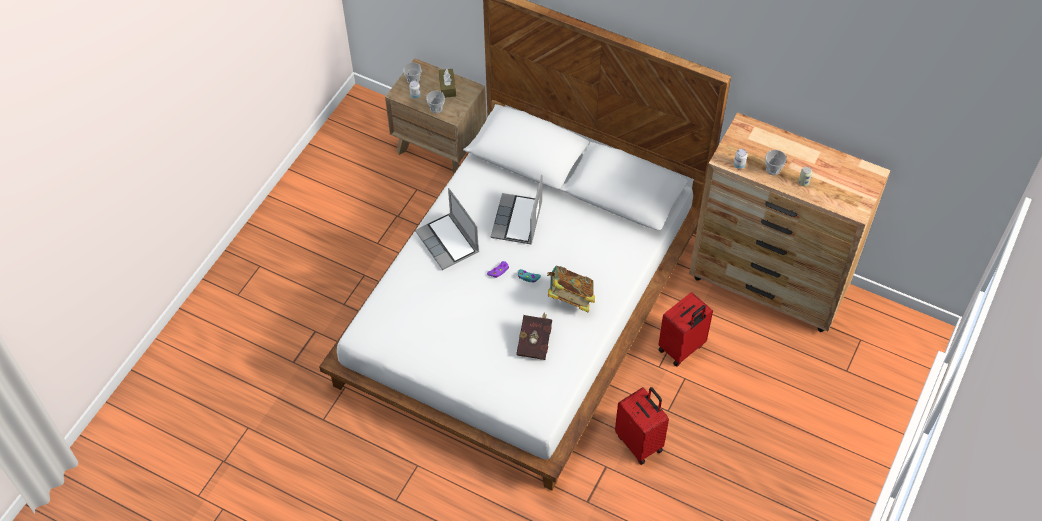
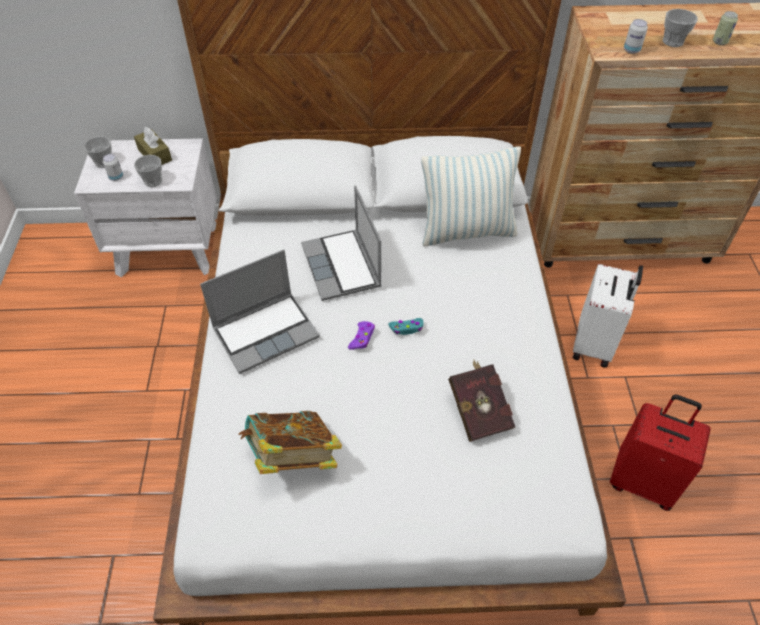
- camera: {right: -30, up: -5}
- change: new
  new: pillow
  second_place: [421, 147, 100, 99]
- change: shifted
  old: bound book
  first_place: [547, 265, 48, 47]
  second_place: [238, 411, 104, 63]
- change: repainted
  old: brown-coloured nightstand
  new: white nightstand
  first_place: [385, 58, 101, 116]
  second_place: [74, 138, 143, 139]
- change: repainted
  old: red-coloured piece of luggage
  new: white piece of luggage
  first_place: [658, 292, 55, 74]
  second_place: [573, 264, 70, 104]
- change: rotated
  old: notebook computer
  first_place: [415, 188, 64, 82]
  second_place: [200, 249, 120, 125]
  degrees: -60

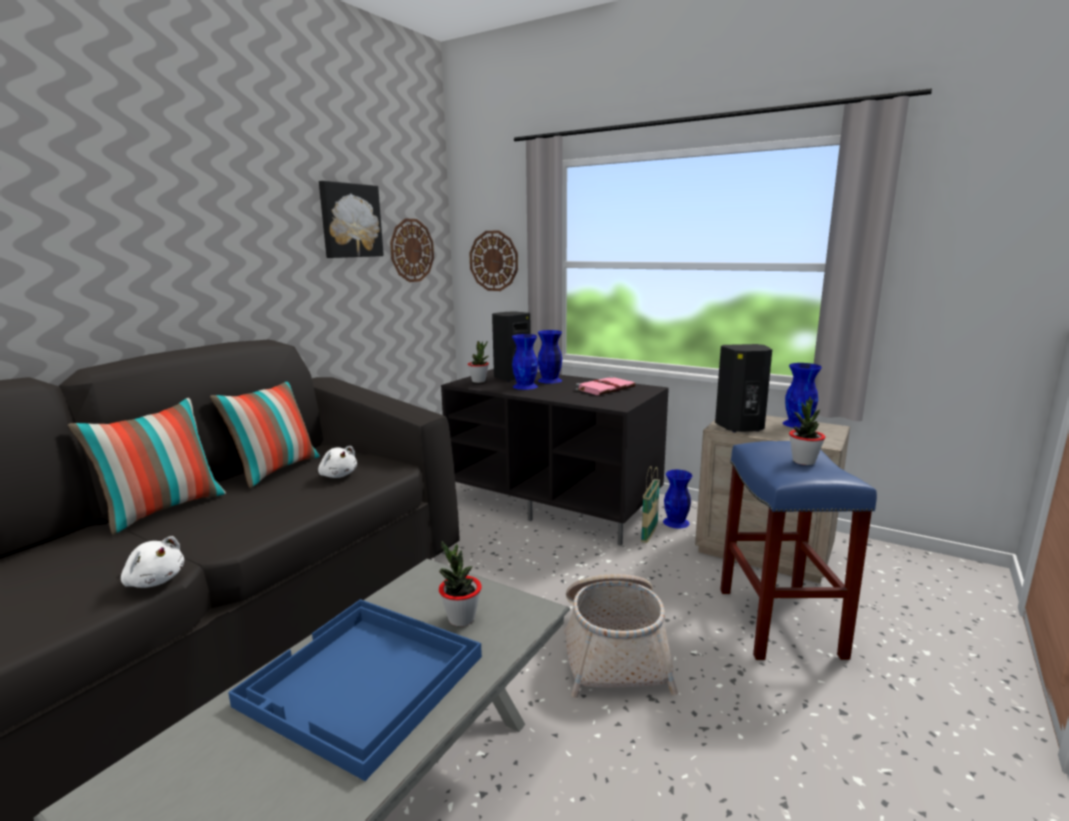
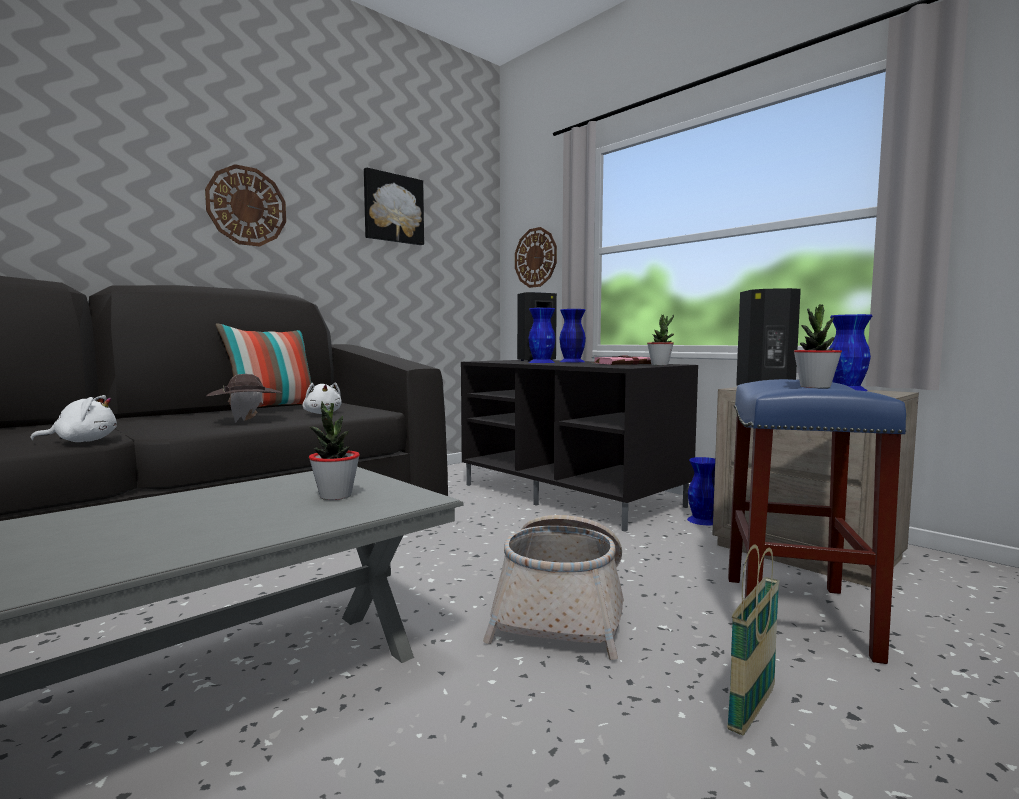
- camera: {right: 15, up: -10}
- change: gone
  old: pillow
  first_place: [68, 398, 158, 137]
- change: gone
  old: bluish tray
  first_place: [228, 599, 254, 182]
- change: new
  new: brown-coloured hat
  second_place: [207, 374, 75, 49]
- change: shifted
  old: clock on the wall
  first_place: [390, 219, 44, 63]
  second_place: [205, 164, 81, 83]
- change: shifted
  old: plant in a pot
  first_place: [468, 341, 21, 42]
  second_place: [647, 314, 27, 52]
- change: shifted
  old: household basket
  first_place: [641, 466, 19, 77]
  second_place: [727, 544, 52, 192]
- change: rotated
  old: white cuddly toy
  first_place: [121, 536, 63, 52]
  second_place: [30, 395, 87, 47]
  degrees: -60

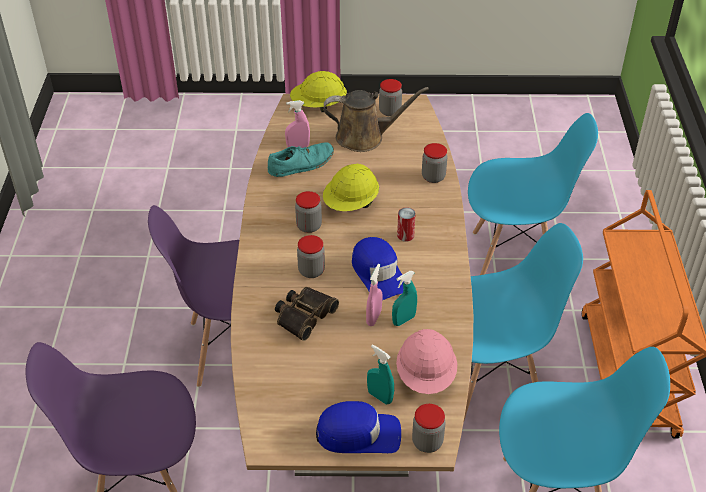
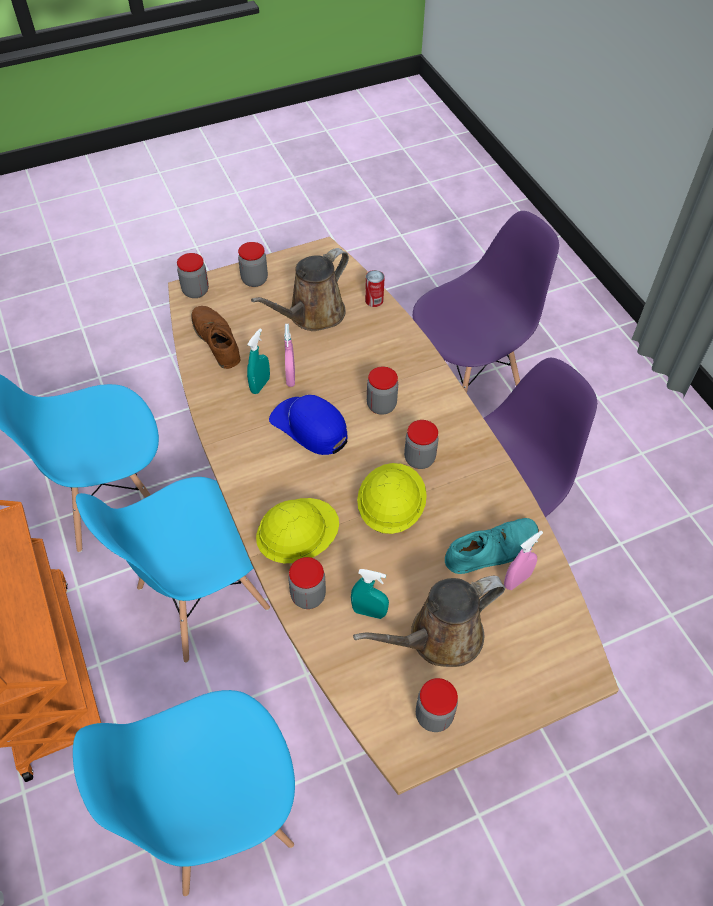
- camera: {right: 155, up: 10}
- change: gone
  old: pair of binoculars
  first_place: [275, 287, 64, 54]
- change: new
  new: brown-coloured watering pot
  second_place: [251, 248, 98, 83]
- change: shifted
  old: yellowish work helmet
  first_place: [290, 71, 57, 41]
  second_place: [256, 498, 83, 65]
- change: shifted
  old: turquoise-coloured hand sprayer
  first_place: [367, 345, 27, 59]
  second_place: [351, 569, 38, 50]
- change: shifted
  old: can
  first_place: [397, 207, 19, 35]
  second_place: [365, 270, 20, 37]
- change: swapped
  old: bluish peaked cap
  new: storage jar
  first_place: [316, 401, 85, 52]
  second_place: [238, 242, 30, 45]
- change: swapped
  old: pink-coloured work helmet
  new: brown-coloured item of footwear
  first_place: [396, 329, 61, 65]
  second_place: [191, 306, 49, 63]
- change: rotated
  old: turquoise-coloured item of footwear
  first_place: [268, 142, 66, 35]
  second_place: [445, 518, 94, 56]
  degrees: -150

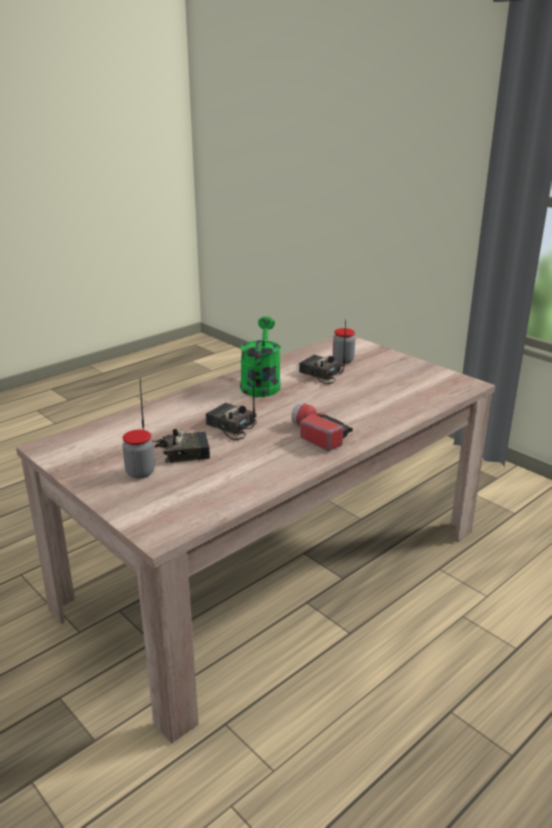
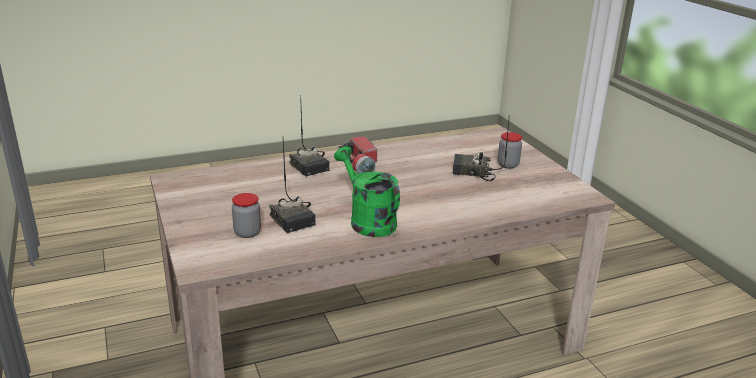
- camera: {right: -160, up: 0}
- change: shifted
  old: radio receiver
  first_place: [206, 371, 51, 70]
  second_place: [289, 95, 40, 81]
- change: rotated
  old: green-coloured watering pot
  first_place: [240, 317, 41, 80]
  second_place: [334, 146, 66, 91]
  degrees: 120

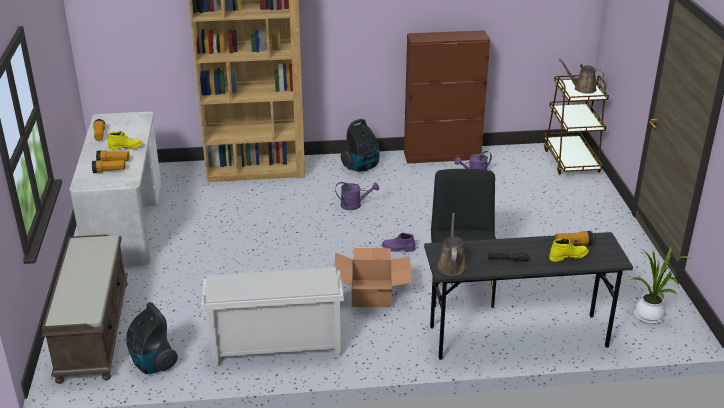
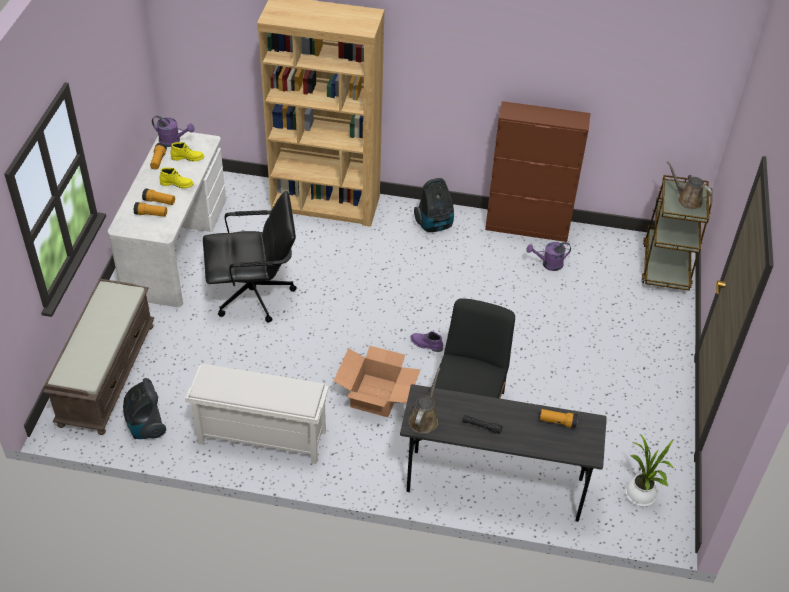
- camera: {right: 15, up: 15}
- change: new
  new: blackish office chair
  second_place: [203, 191, 94, 132]
- change: shifted
  old: purple watering pot
  first_place: [335, 182, 44, 28]
  second_place: [152, 116, 43, 31]
- change: shifted
  old: yellowish boot
  first_place: [549, 238, 40, 24]
  second_place: [170, 142, 34, 20]

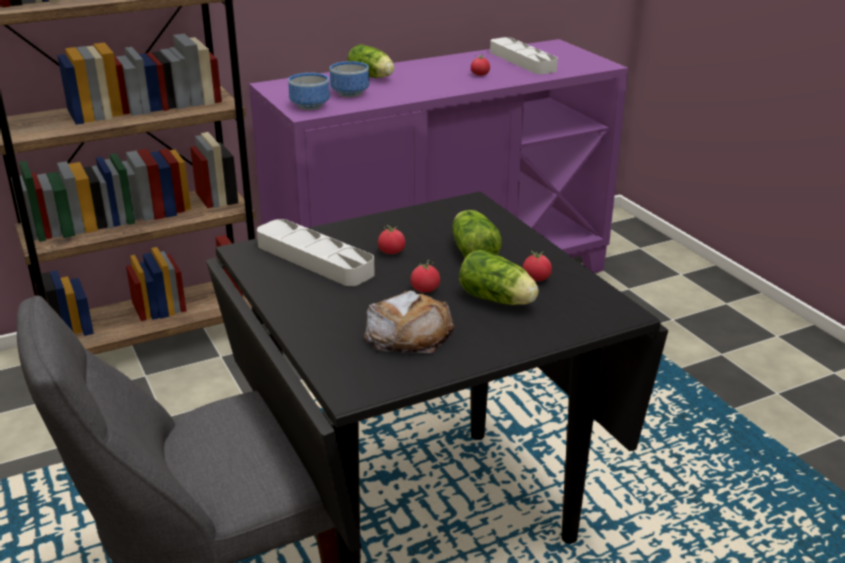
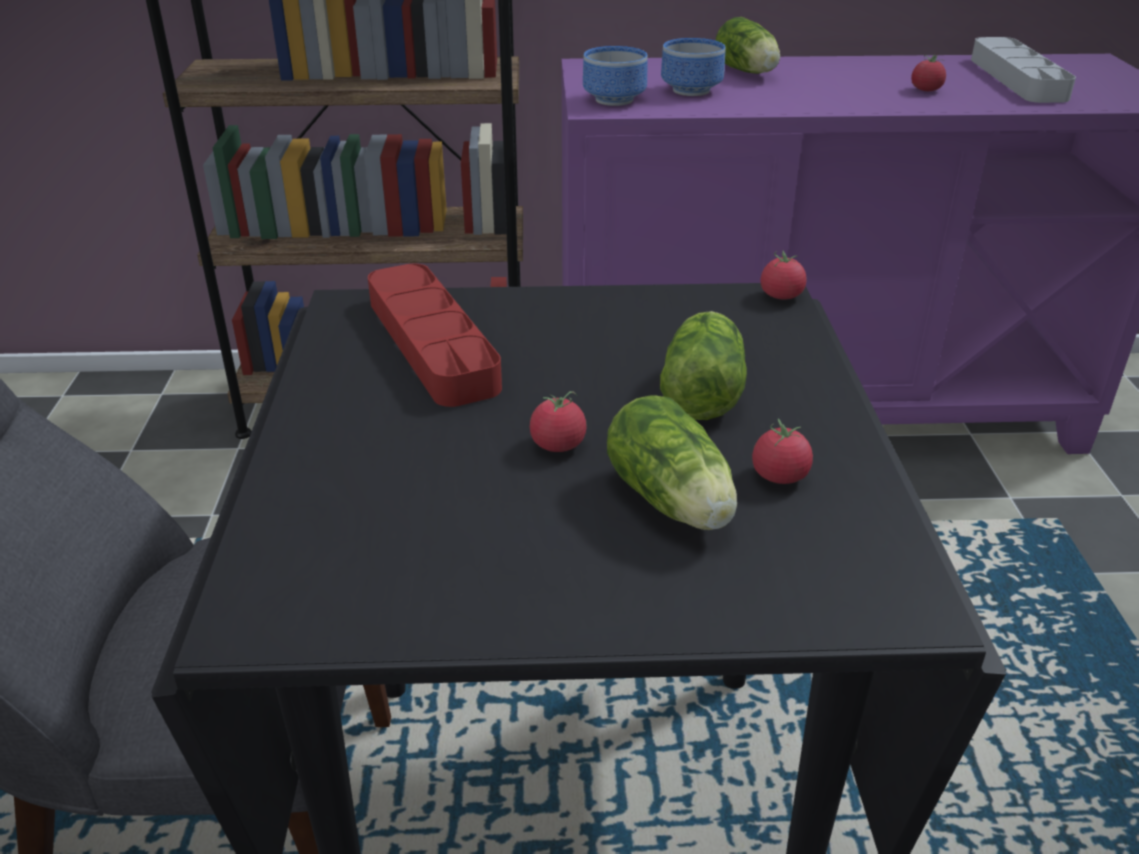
- camera: {right: 25, up: 5}
- change: gone
  old: bakery bread
  first_place: [364, 291, 91, 62]
- change: shifted
  old: tomato
  first_place: [378, 225, 27, 29]
  second_place: [761, 250, 46, 50]
- change: repainted
  old: grey tray
  new: red-coloured tray
  first_place: [257, 219, 118, 67]
  second_place: [368, 264, 134, 143]

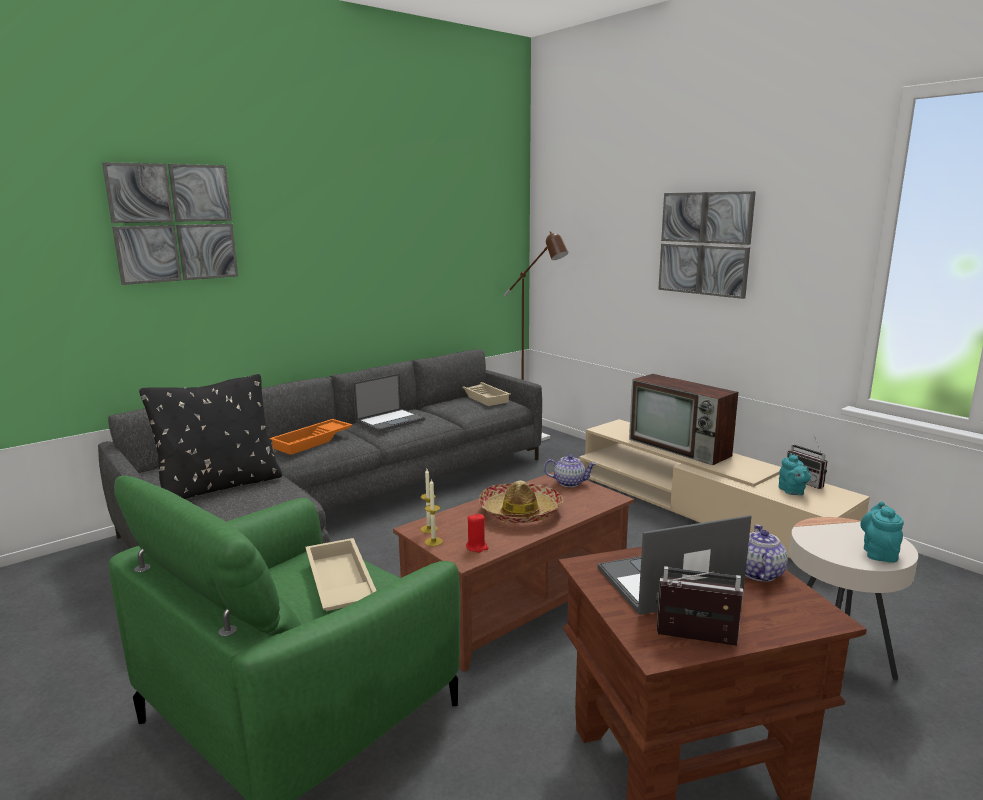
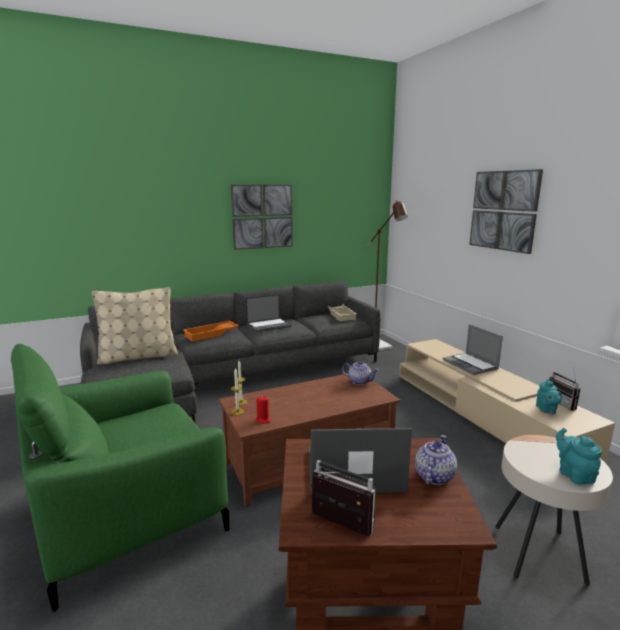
- camera: {right: 15, up: 0}
- change: gone
  old: beige tray
  first_place: [305, 538, 71, 73]
- change: gone
  old: hat
  first_place: [479, 481, 84, 42]
- change: shifted
  old: wall picture
  first_place: [102, 162, 136, 123]
  second_place: [231, 184, 62, 66]
- change: swapped
  old: television
  new: notebook computer
  first_place: [629, 374, 109, 91]
  second_place: [443, 324, 60, 51]
- change: repainted
  old: blackish pillow
  new: beige pillow
  first_place: [139, 374, 143, 125]
  second_place: [92, 287, 86, 77]
- change: rotated
  old: turquoise-coloured tea pot
  first_place: [861, 501, 43, 62]
  second_place: [556, 428, 46, 57]
  degrees: -45

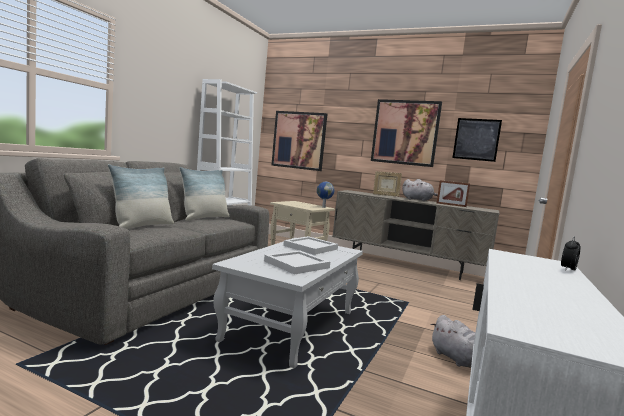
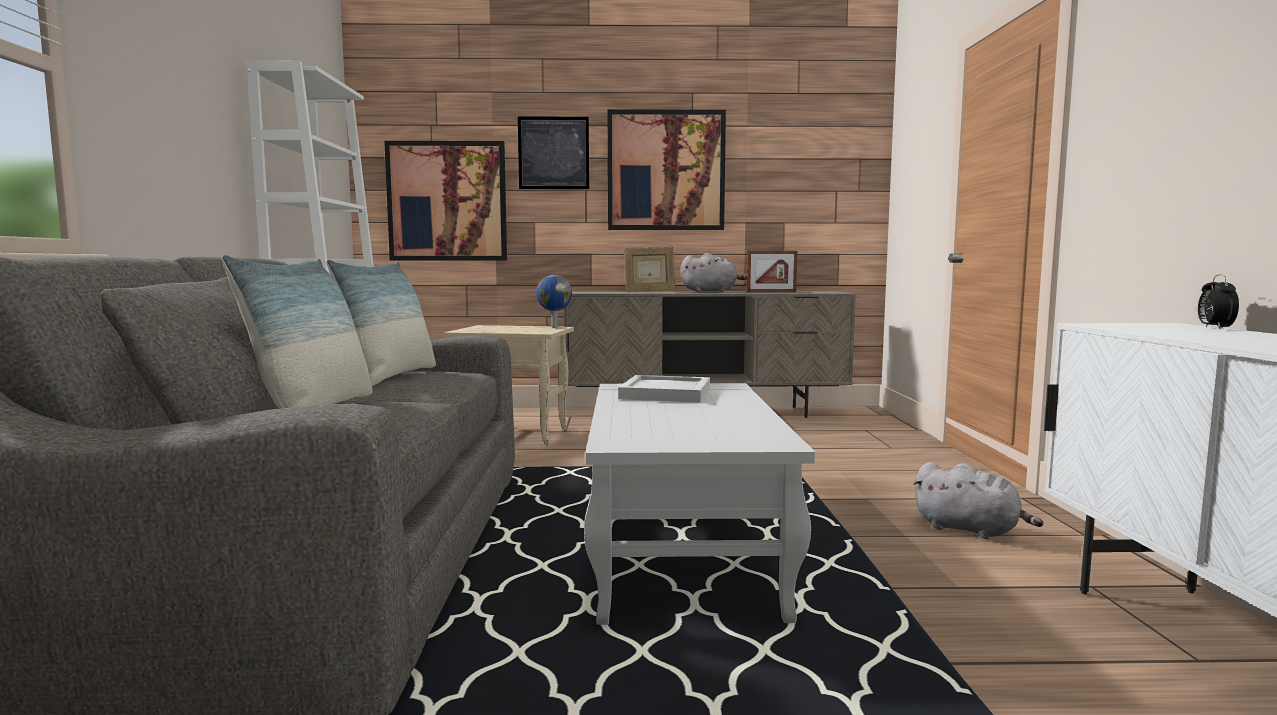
- camera: {right: -25, up: 0}
- change: gone
  old: white tray
  first_place: [264, 250, 66, 25]
- change: shifted
  old: wall picture
  first_place: [453, 118, 49, 44]
  second_place: [518, 116, 71, 73]

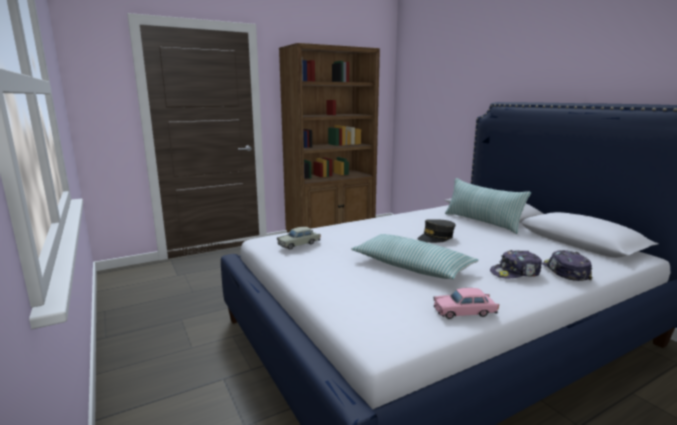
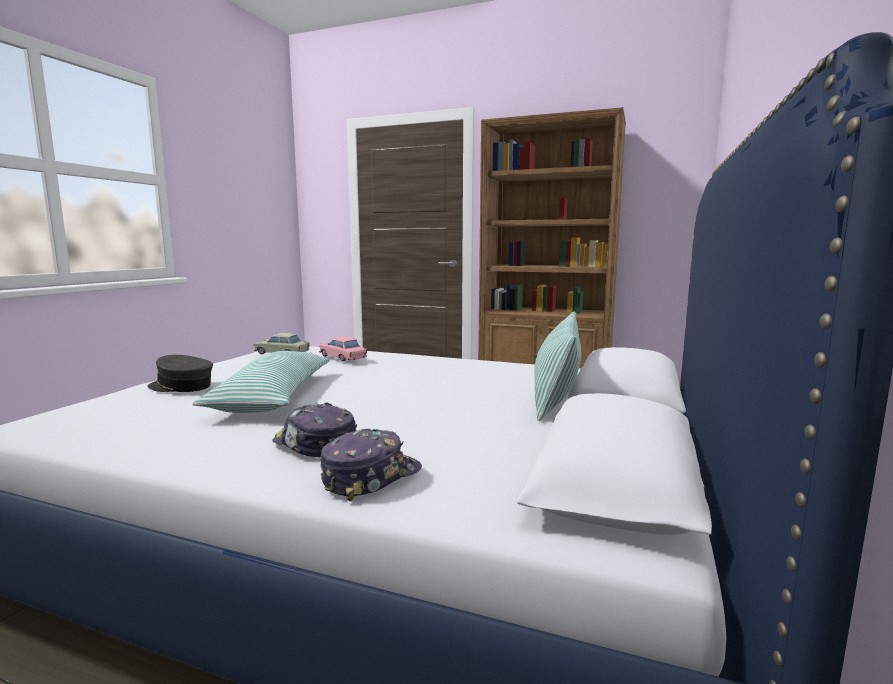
- camera: {right: 50, up: -5}
- change: shifted
  old: grey peaked cap
  first_place: [418, 219, 38, 24]
  second_place: [147, 355, 66, 37]
- change: shifted
  old: pink-coloured model car
  first_place: [433, 288, 66, 31]
  second_place: [319, 337, 48, 24]

